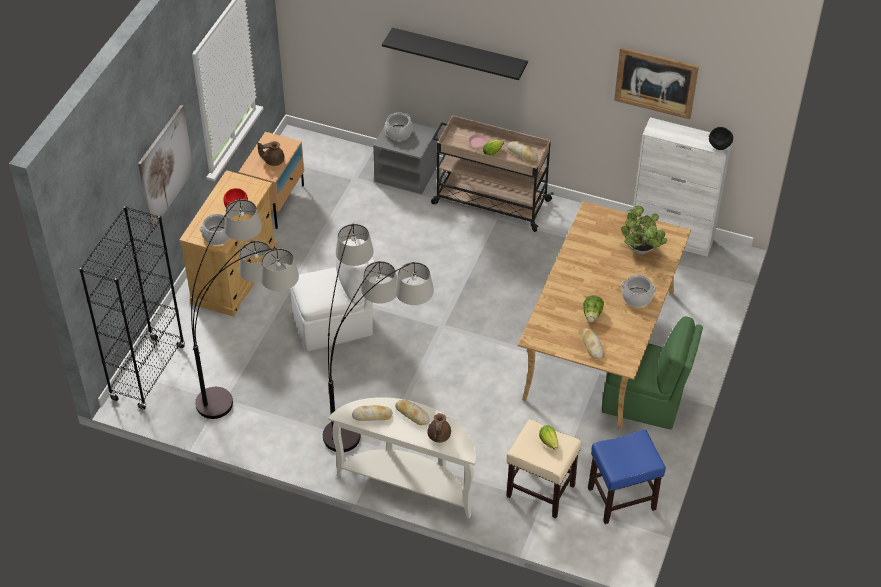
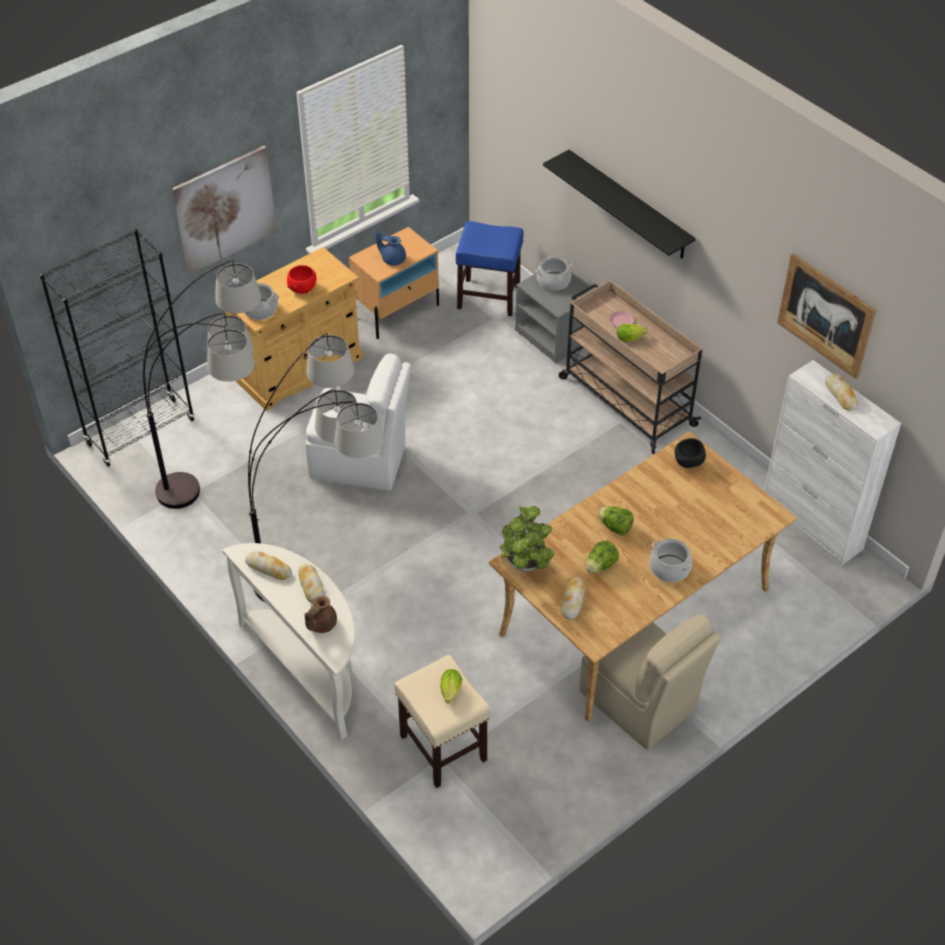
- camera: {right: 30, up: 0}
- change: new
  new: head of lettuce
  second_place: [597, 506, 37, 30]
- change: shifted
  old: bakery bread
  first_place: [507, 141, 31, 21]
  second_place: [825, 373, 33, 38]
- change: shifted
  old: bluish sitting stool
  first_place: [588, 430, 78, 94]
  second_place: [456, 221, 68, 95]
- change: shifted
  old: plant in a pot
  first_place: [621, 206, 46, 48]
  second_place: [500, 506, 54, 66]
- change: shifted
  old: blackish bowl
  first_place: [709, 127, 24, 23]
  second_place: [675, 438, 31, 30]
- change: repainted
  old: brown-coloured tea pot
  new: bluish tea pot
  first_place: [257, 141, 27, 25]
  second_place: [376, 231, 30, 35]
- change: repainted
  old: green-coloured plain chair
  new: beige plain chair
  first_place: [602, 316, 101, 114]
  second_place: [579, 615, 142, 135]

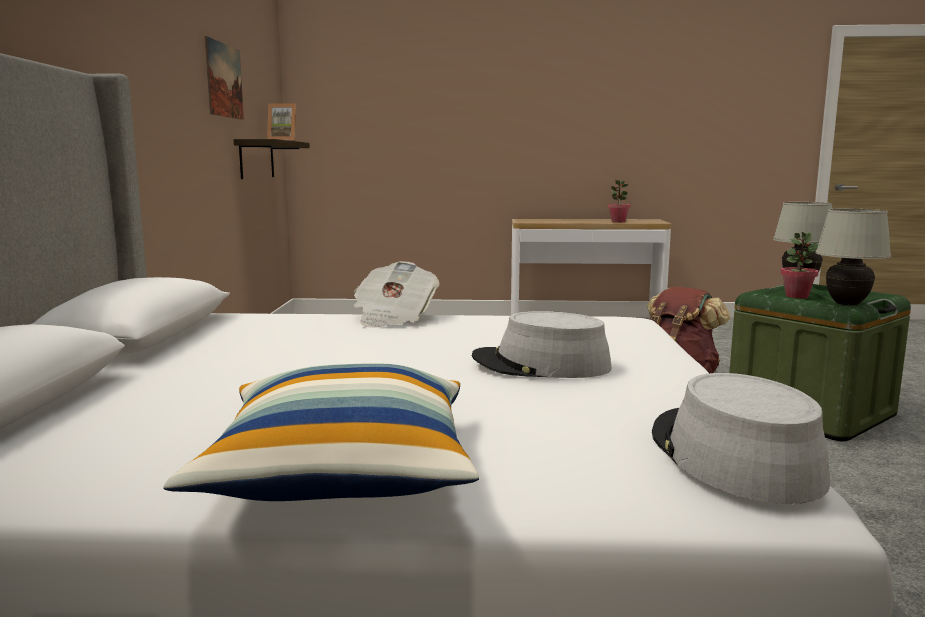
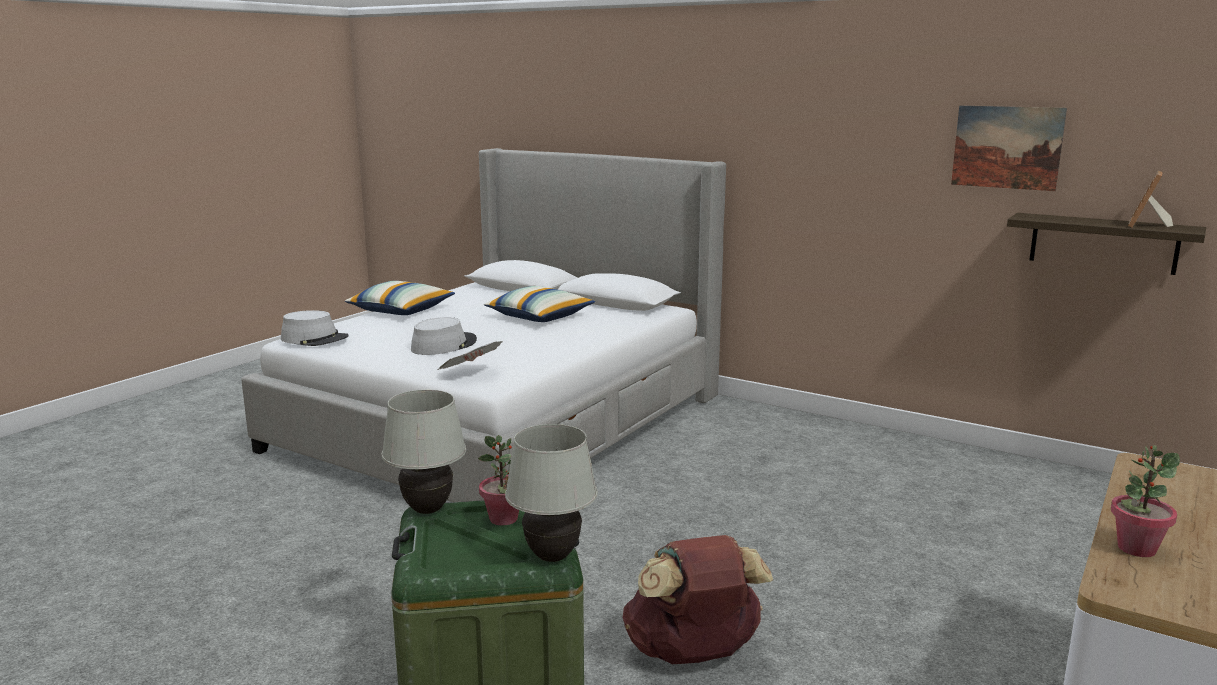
- camera: {right: 120, up: 5}
- change: new
  new: pillow
  second_place: [484, 286, 111, 36]
- change: shifted
  old: newspaper
  first_place: [354, 261, 85, 67]
  second_place: [437, 341, 66, 29]

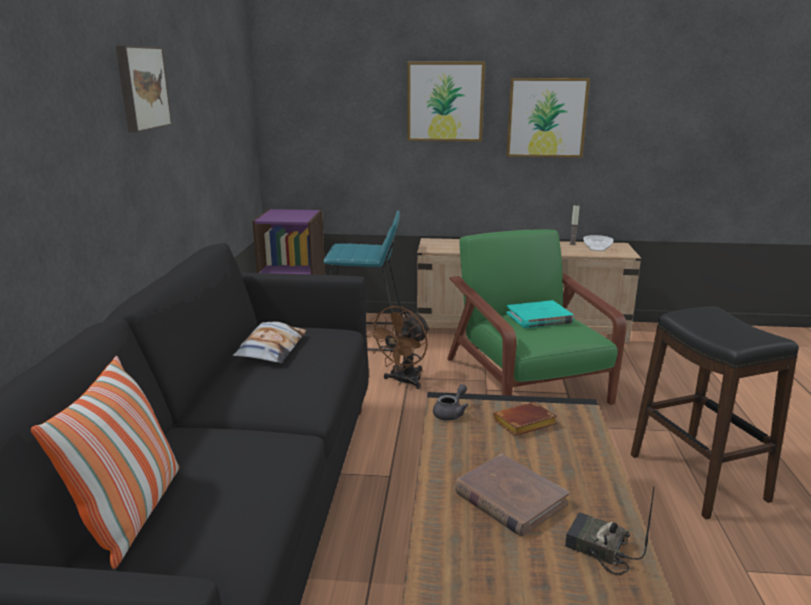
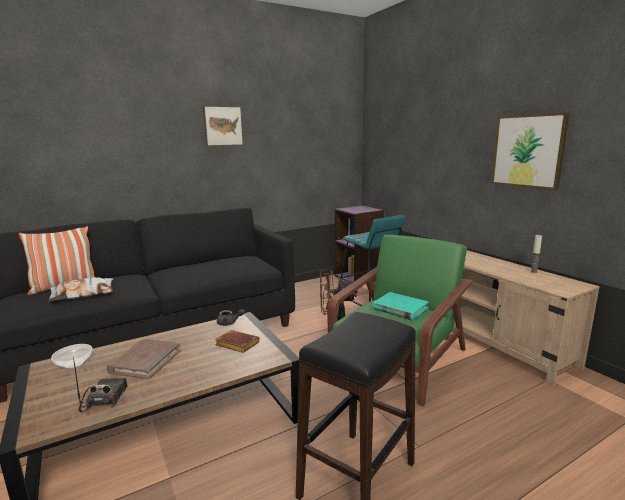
- camera: {right: 55, up: -5}
- change: gone
  old: wall picture
  first_place: [407, 62, 78, 80]
- change: shifted
  old: pillow
  first_place: [233, 322, 73, 41]
  second_place: [48, 277, 65, 25]
- change: shifted
  old: bowl
  first_place: [583, 235, 30, 16]
  second_place: [51, 344, 42, 25]

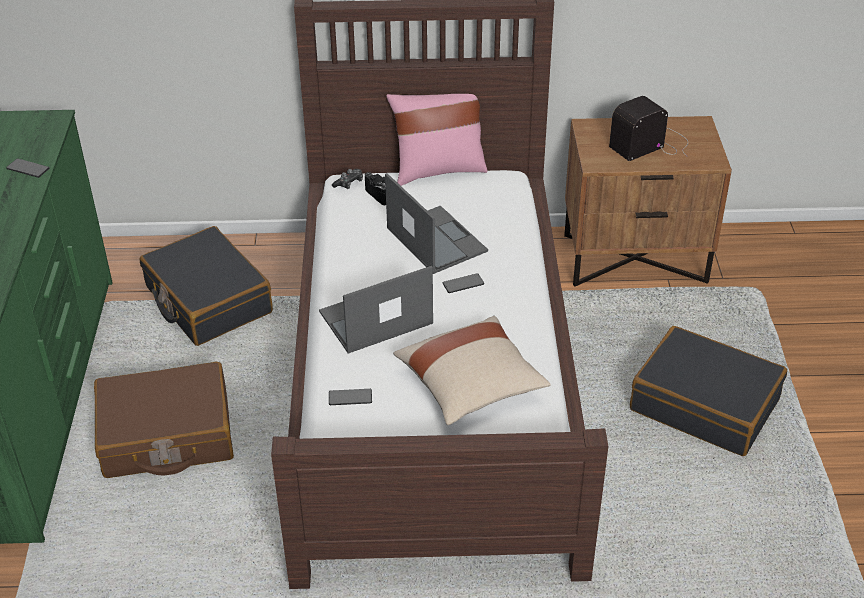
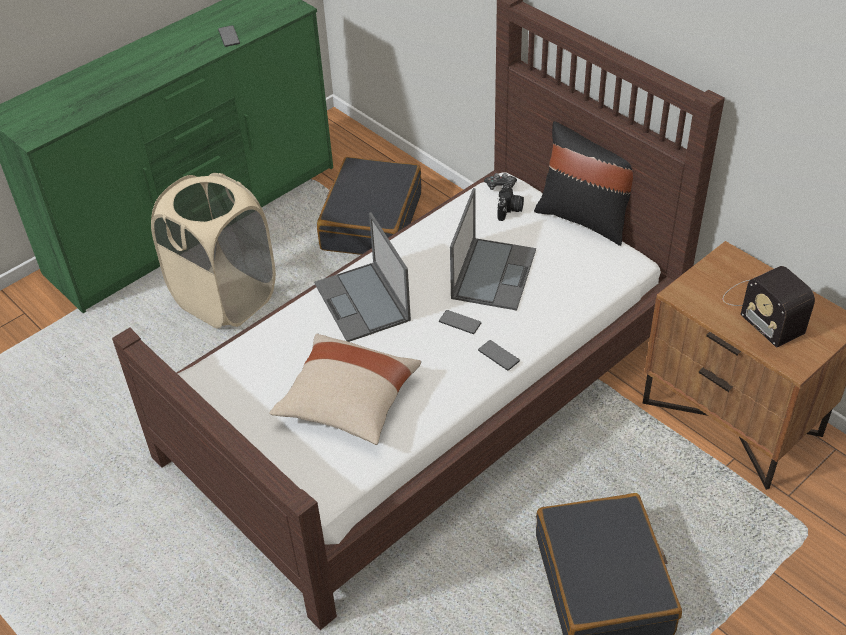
- camera: {right: 50, up: 5}
- change: shifted
  old: phone
  first_place: [329, 389, 43, 16]
  second_place: [478, 340, 42, 31]
- change: swapped
  old: brown-coloured piece of luggage
  new: beige washing basket
  first_place: [94, 362, 140, 116]
  second_place: [151, 173, 125, 156]
- change: repainted
  old: pink-coloured pillow
  new: blackish pillow
  first_place: [386, 94, 102, 92]
  second_place: [534, 121, 99, 125]
- change: rotated
  old: notebook computer
  first_place: [319, 266, 114, 88]
  second_place: [314, 212, 97, 130]
  degrees: -135
- change: rotated
  old: radio receiver
  first_place: [609, 96, 79, 65]
  second_place: [723, 266, 92, 81]
  degrees: -135

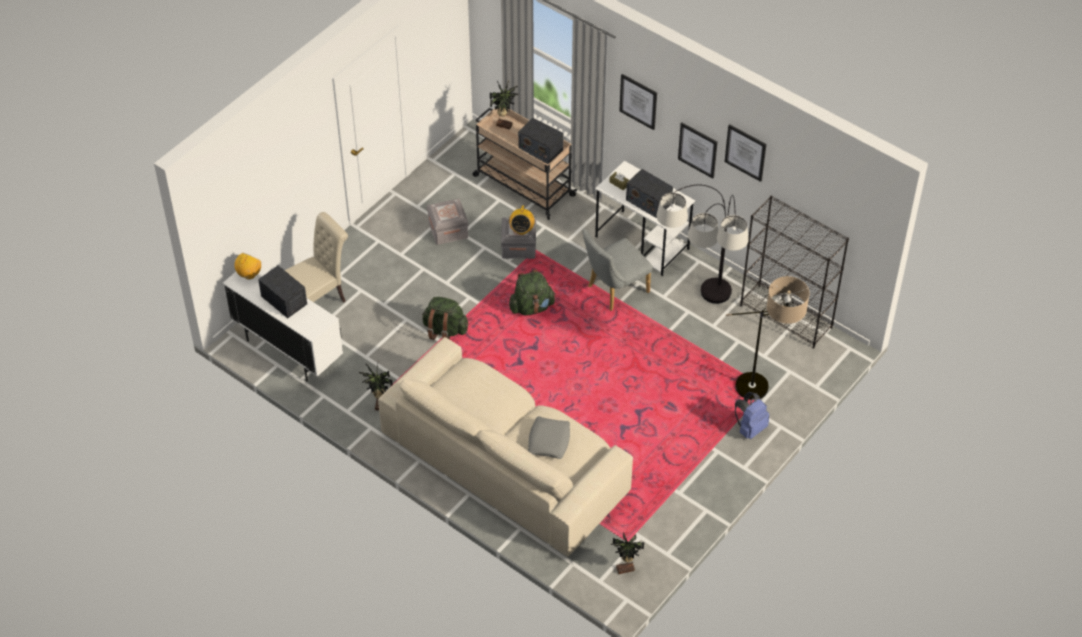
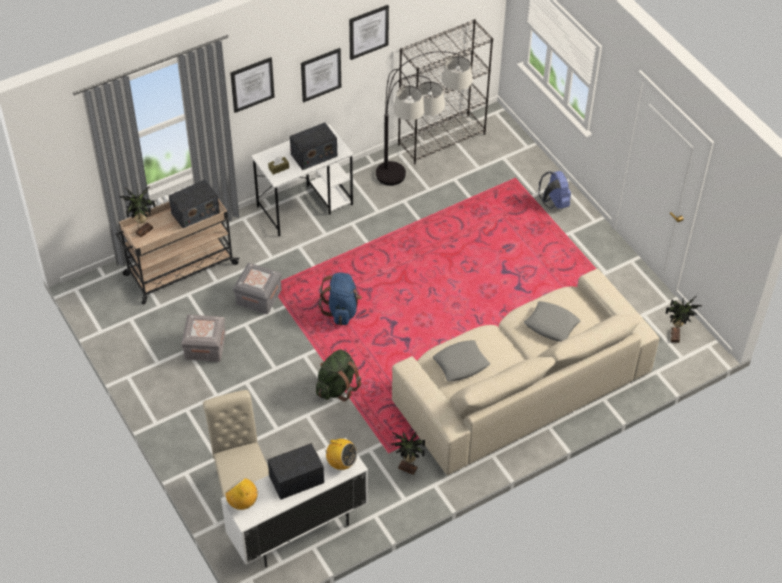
- camera: {right: -70, up: 0}
- change: gone
  old: grey plain chair
  first_place: [582, 229, 71, 82]
- change: gone
  old: standard lamp
  first_place: [726, 276, 83, 124]
- change: new
  new: grey pillow
  second_place: [433, 340, 57, 42]
- change: shifted
  old: radio receiver
  first_place: [509, 204, 26, 31]
  second_place: [324, 439, 33, 31]
- change: repainted
  old: green-coloured rucksack
  new: bluish rucksack
  first_place: [509, 270, 46, 45]
  second_place: [319, 272, 43, 53]

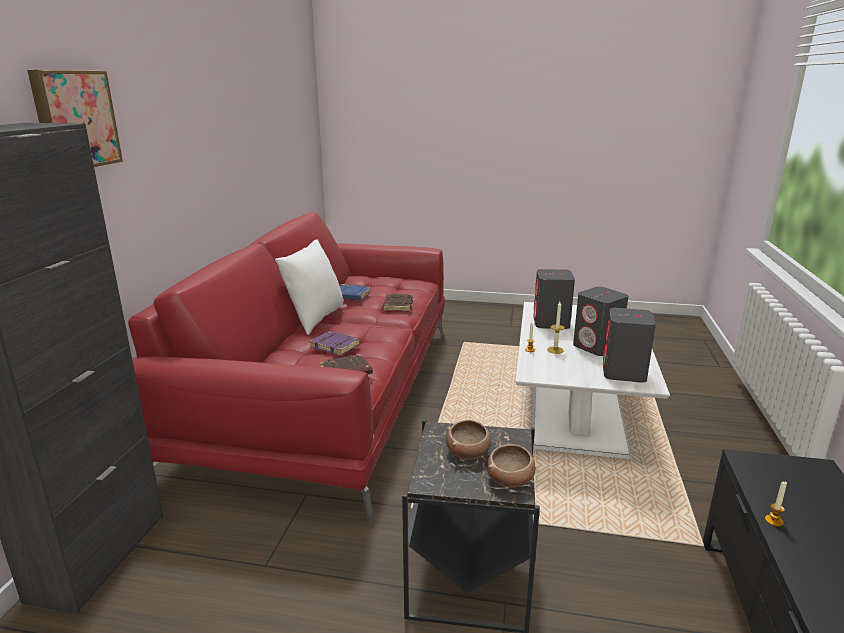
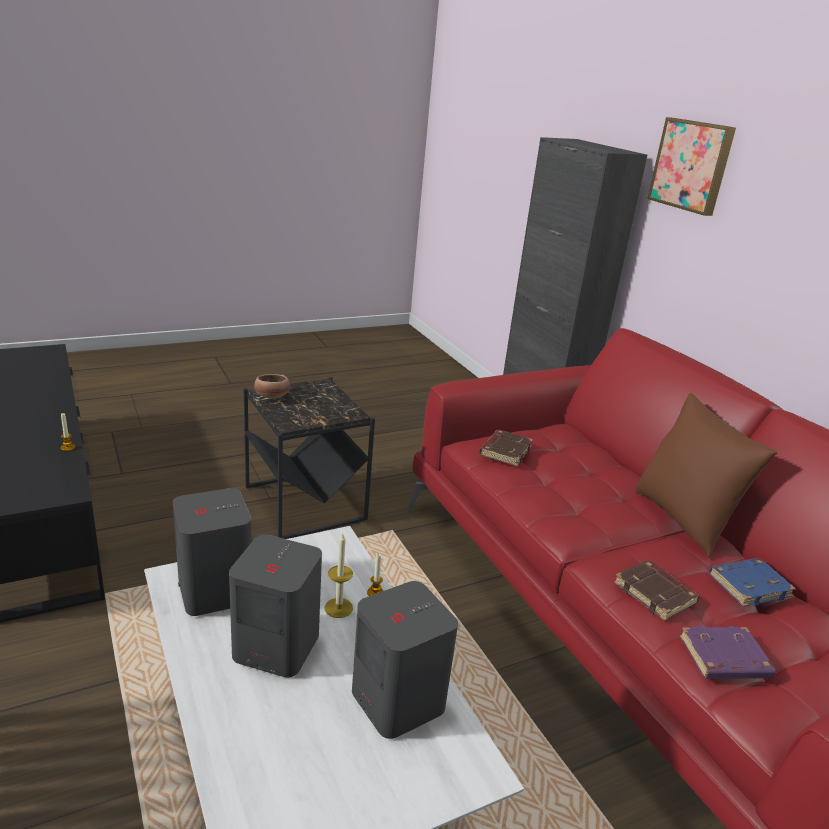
- camera: {right: 140, up: 5}
- change: gone
  old: bowl
  first_place: [446, 420, 45, 39]
- change: shifted
  old: purple bound book
  first_place: [309, 331, 51, 25]
  second_place: [680, 626, 96, 53]
- change: repainted
  old: white pillow
  new: brown-coloured pillow
  first_place: [275, 239, 69, 96]
  second_place: [634, 393, 144, 164]

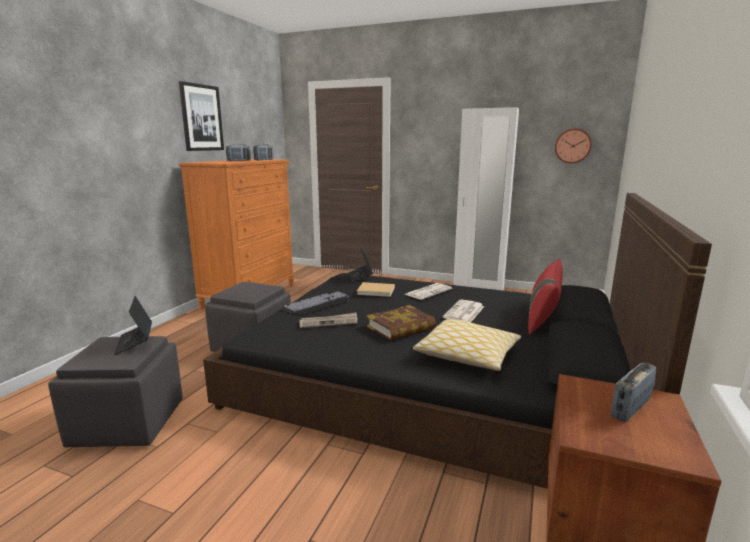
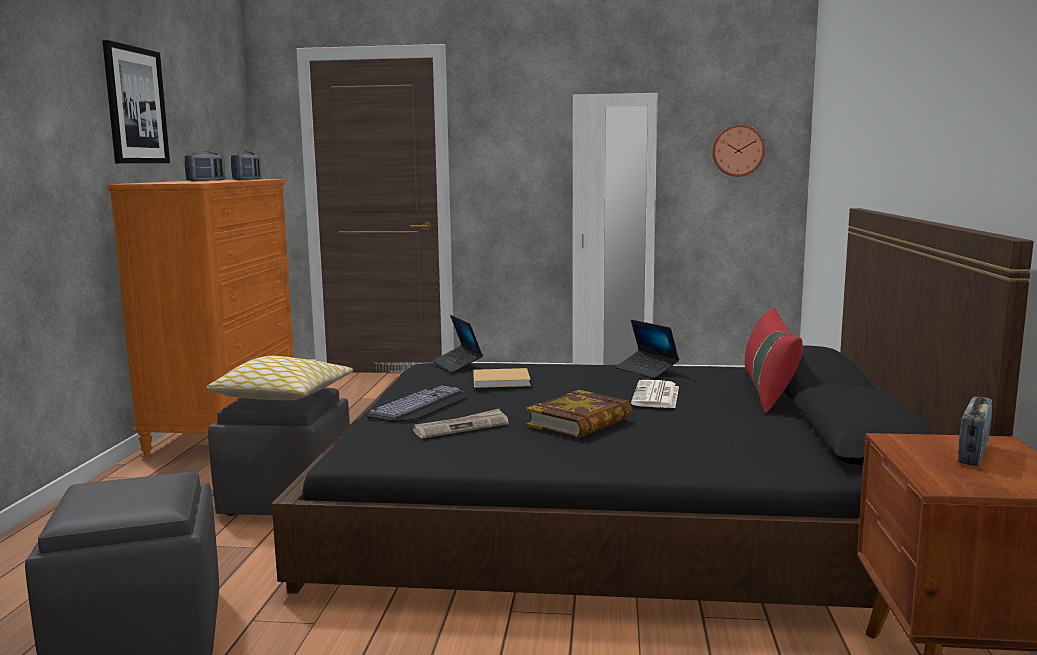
- camera: {right: -15, up: -5}
- change: gone
  old: newspaper
  first_place: [405, 283, 47, 17]
- change: shifted
  old: notebook computer
  first_place: [114, 296, 38, 59]
  second_place: [615, 320, 64, 58]
- change: shifted
  old: pillow
  first_place: [413, 319, 108, 52]
  second_place: [206, 356, 147, 44]

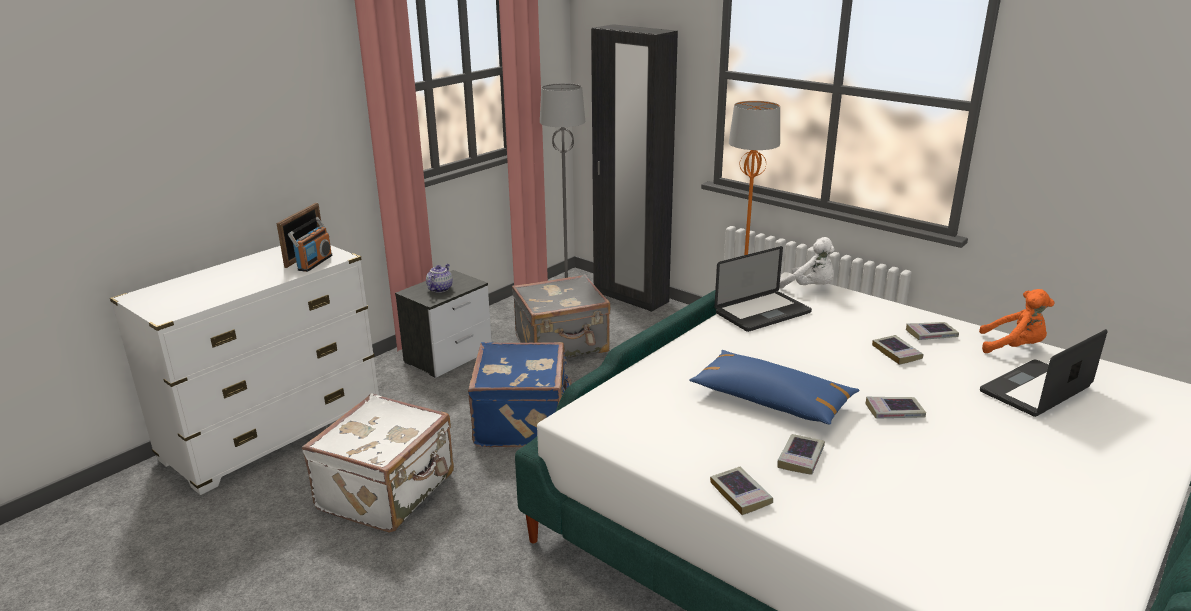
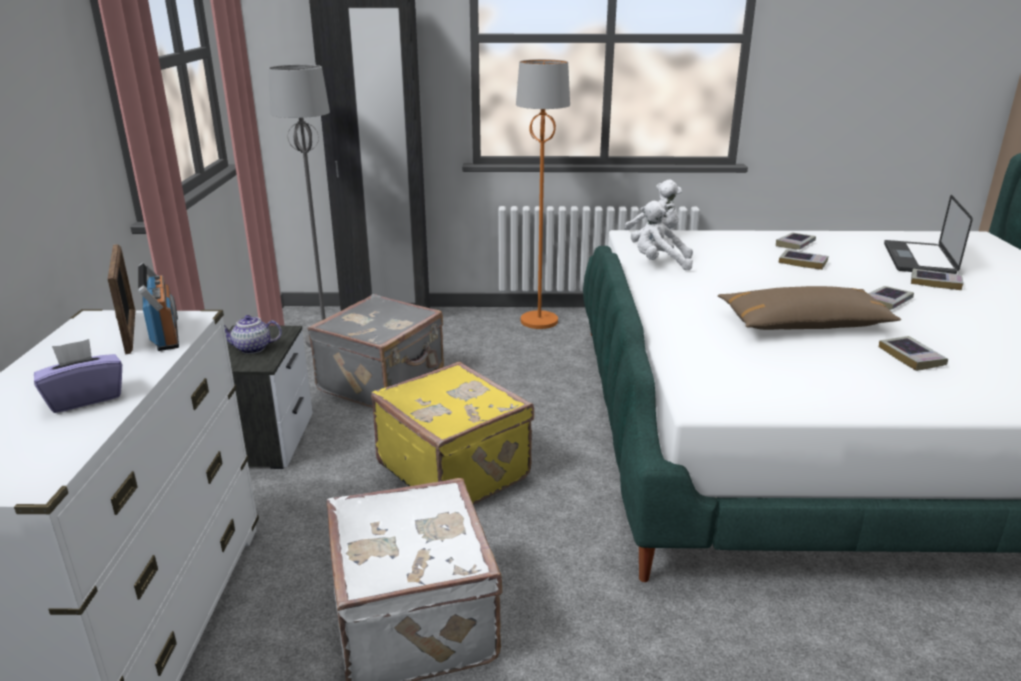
- camera: {right: -40, up: 0}
- change: gone
  old: orange cuddly toy
  first_place: [979, 289, 76, 64]
- change: new
  new: purple tissue holder
  second_place: [34, 339, 88, 74]
- change: shifted
  old: bound book
  first_place: [710, 467, 63, 48]
  second_place: [911, 269, 53, 21]
- change: swapped
  old: notebook computer
  new: white cuddly toy
  first_place: [714, 246, 98, 86]
  second_place: [637, 201, 56, 69]
- change: repainted
  old: bluish piece of luggage
  new: yellowish piece of luggage
  first_place: [468, 342, 104, 105]
  second_place: [371, 362, 163, 143]
- change: repainted
  old: bluish pillow
  new: brown-coloured pillow
  first_place: [689, 350, 170, 75]
  second_place: [718, 286, 183, 44]
- change: rotated
  old: tea pot
  first_place: [426, 264, 27, 29]
  second_place: [224, 315, 58, 39]
  degrees: -75

